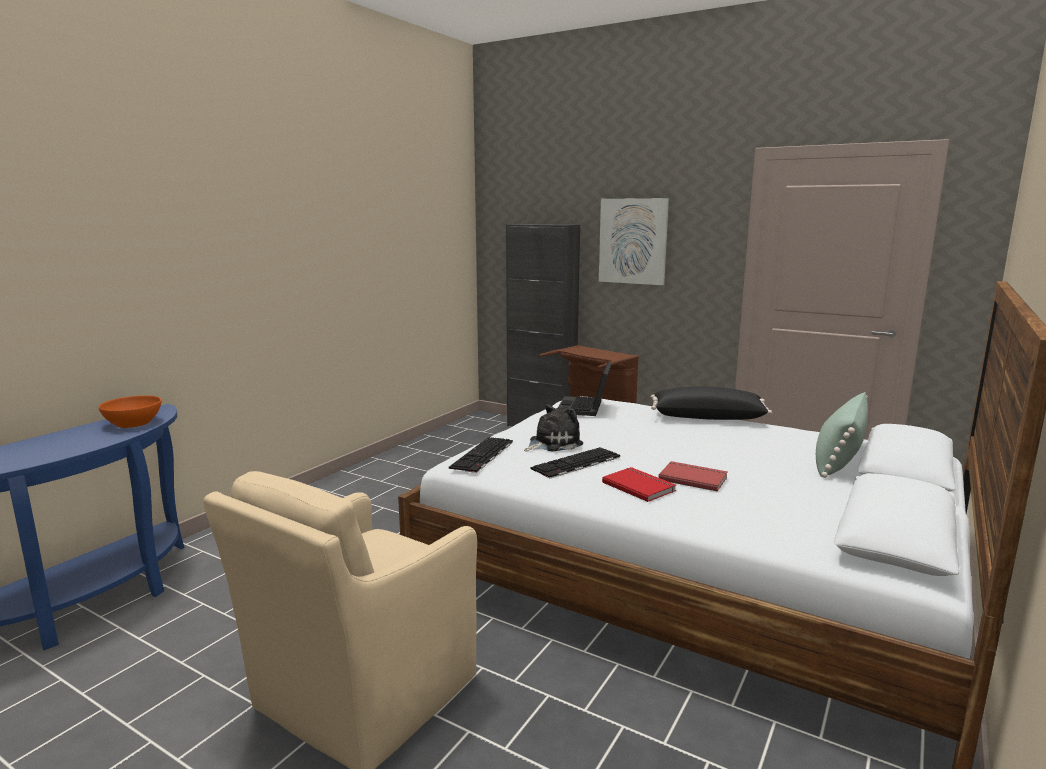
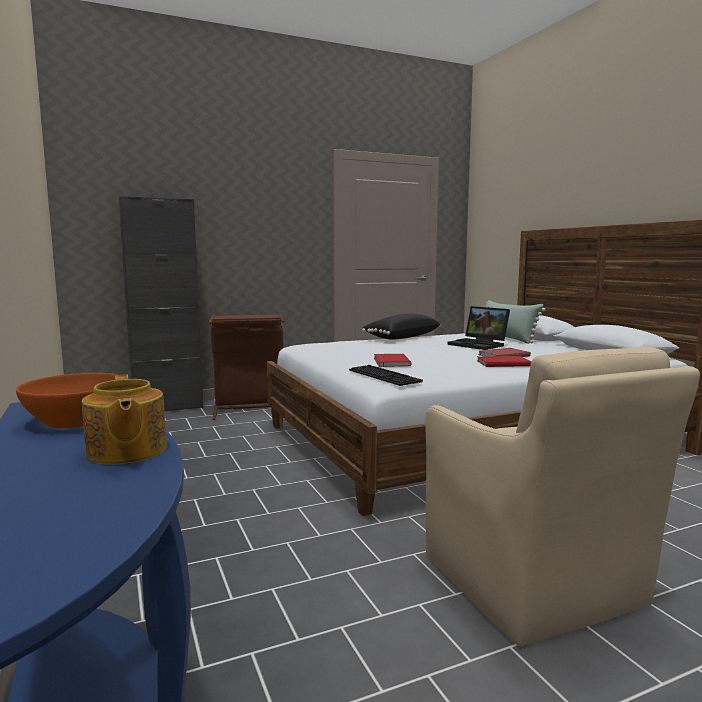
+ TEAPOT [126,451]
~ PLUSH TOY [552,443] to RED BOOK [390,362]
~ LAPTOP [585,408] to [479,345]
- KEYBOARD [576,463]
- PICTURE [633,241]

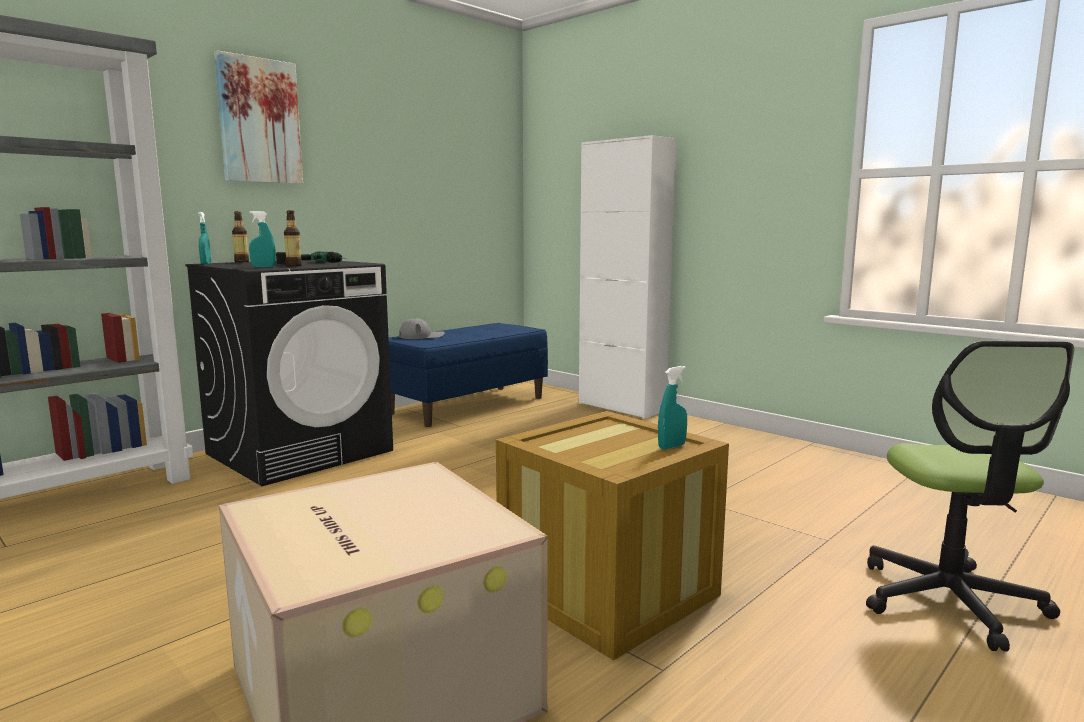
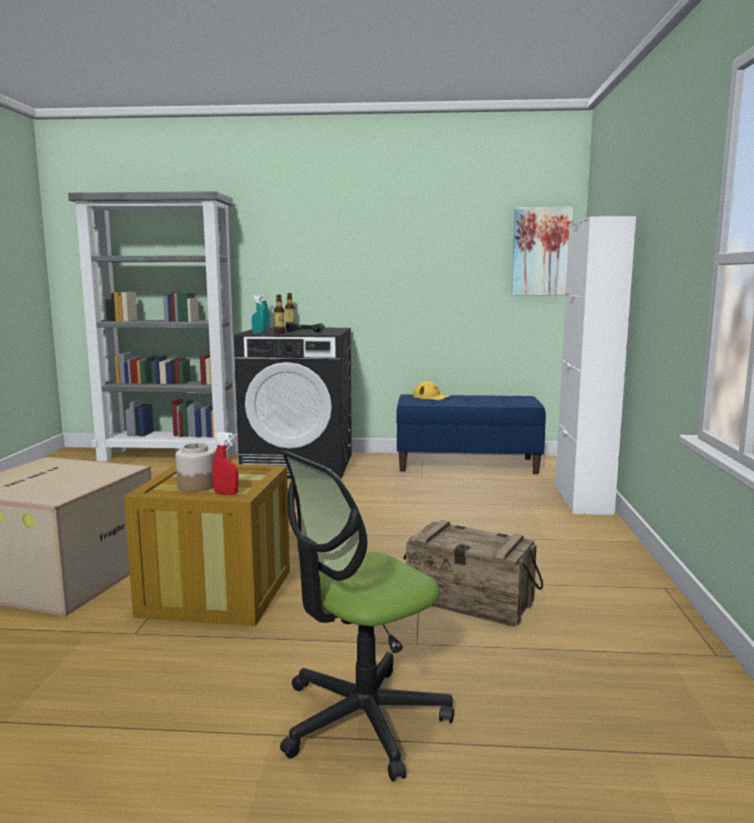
+ JAR [197,486]
~ TURQUOISE SPRAY BOTTLE [671,446] to RED SPRAY BOTTLE [226,493]
+ CRATE [470,601]
~ GREY CAP [421,336] to YELLOW CAP [431,397]
~ PICTURE [259,121] to [541,251]

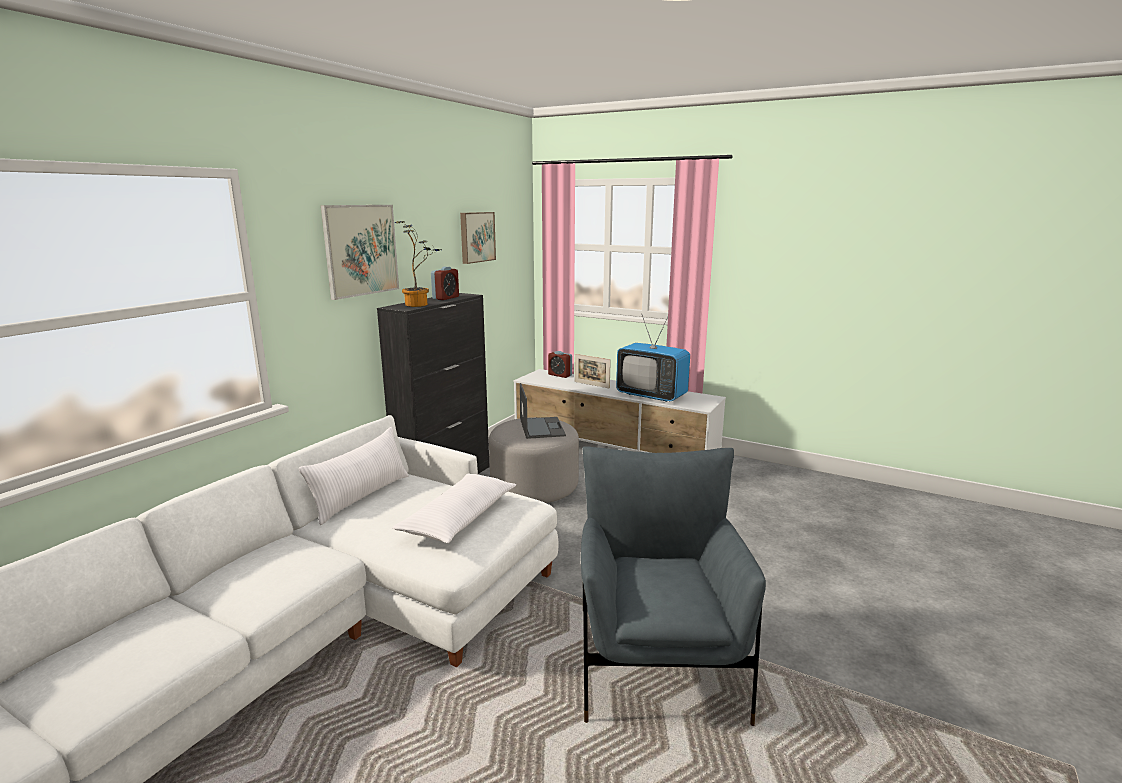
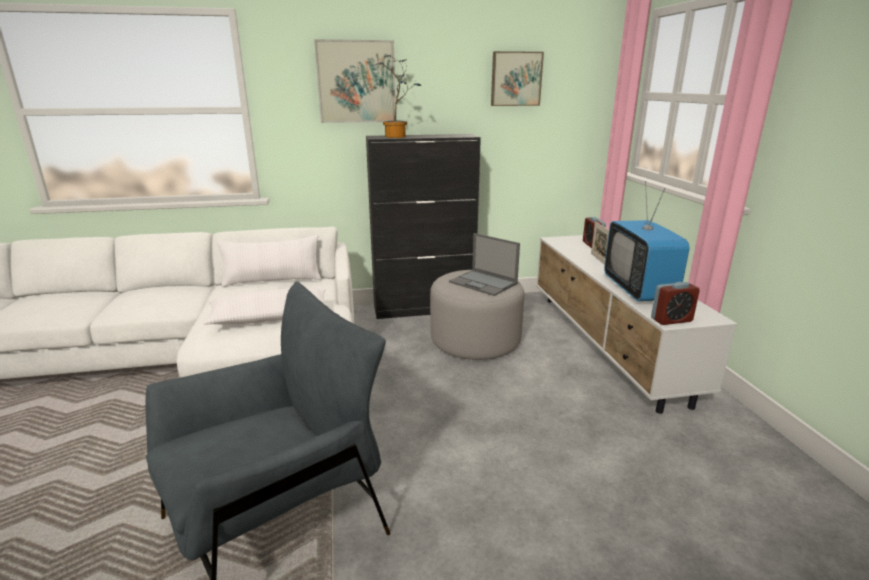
~ LAPTOP [541,427] = [484,283] 90 degrees clockwise
~ ALARM CLOCK [446,298] to [671,320]

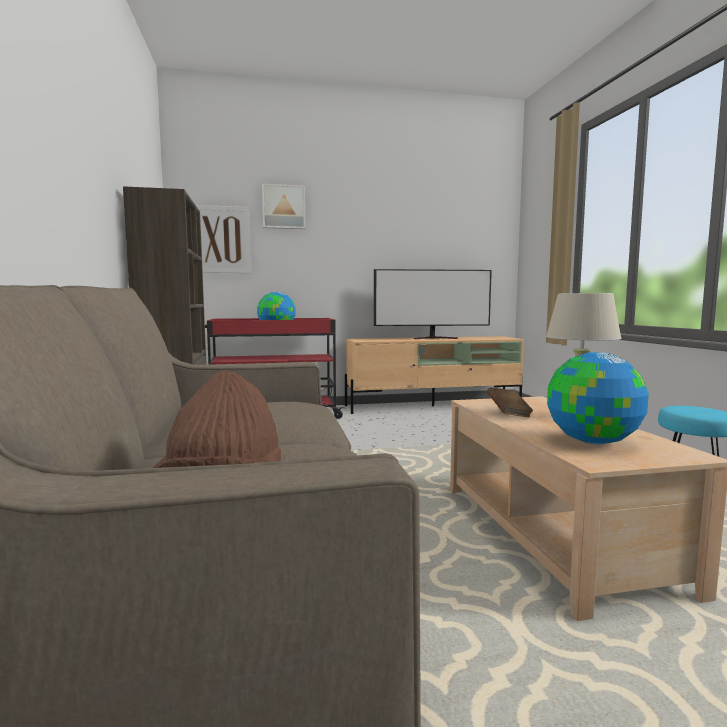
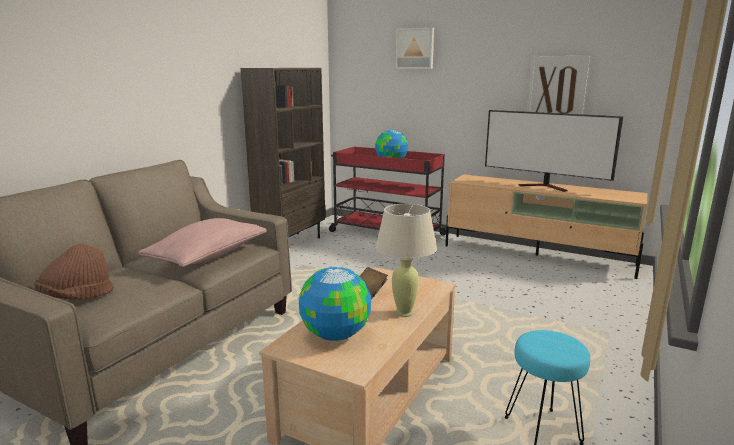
+ PINK PILLOW [208,257]
~ PICTURE [222,239] to [556,90]

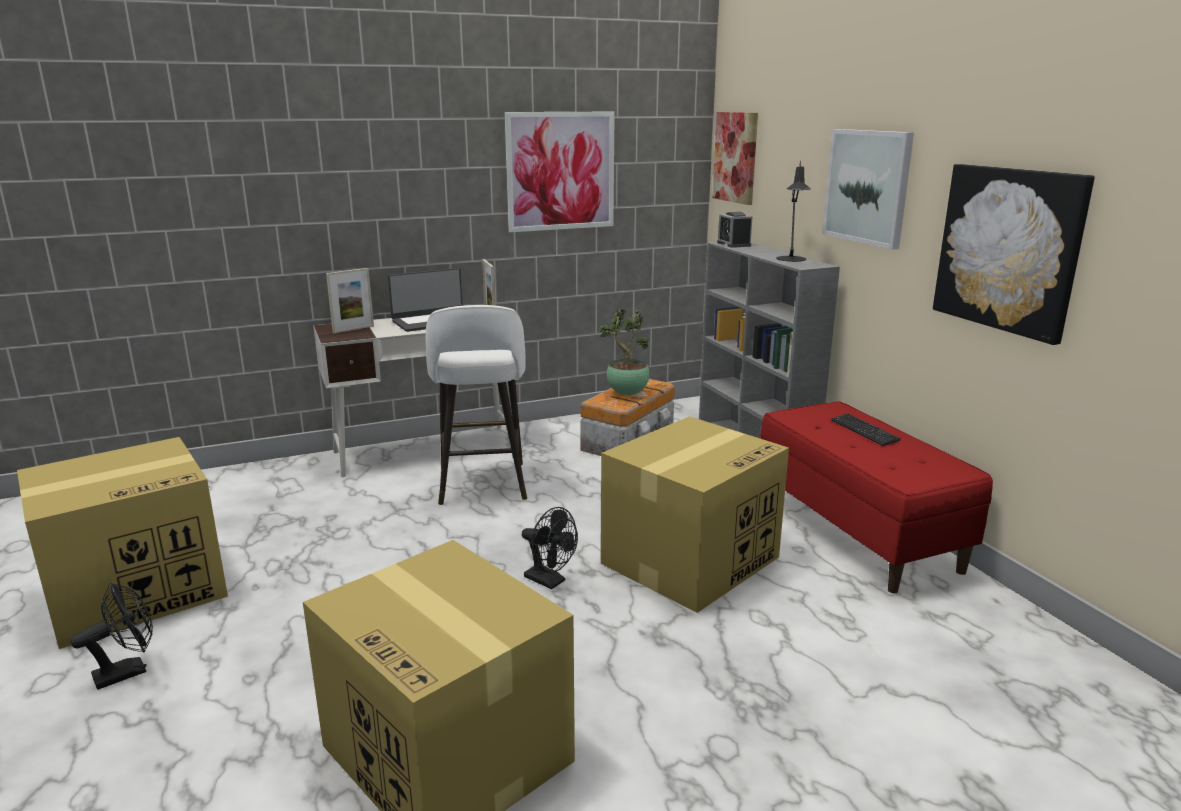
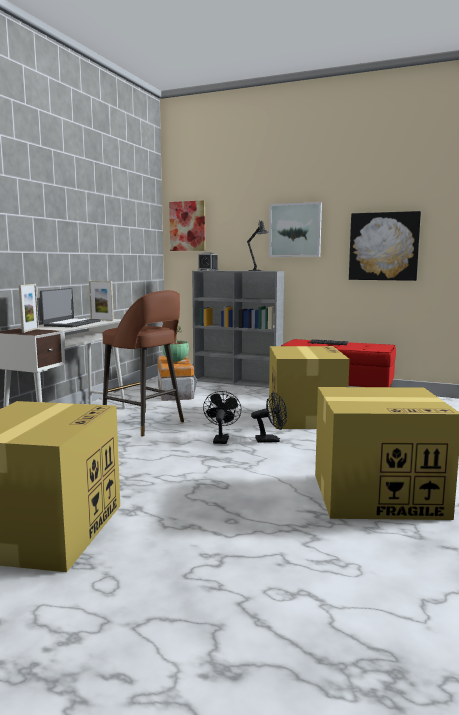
~ WHITE STOOL [482,485] to BROWN STOOL [145,424]
~ BLACK FAN [128,671] to [221,439]
- PICTURE [560,171]

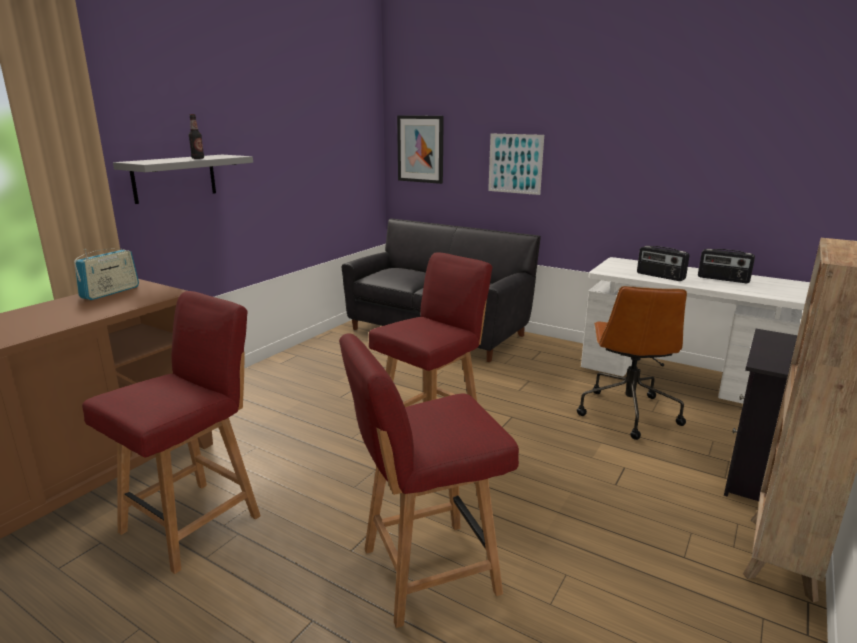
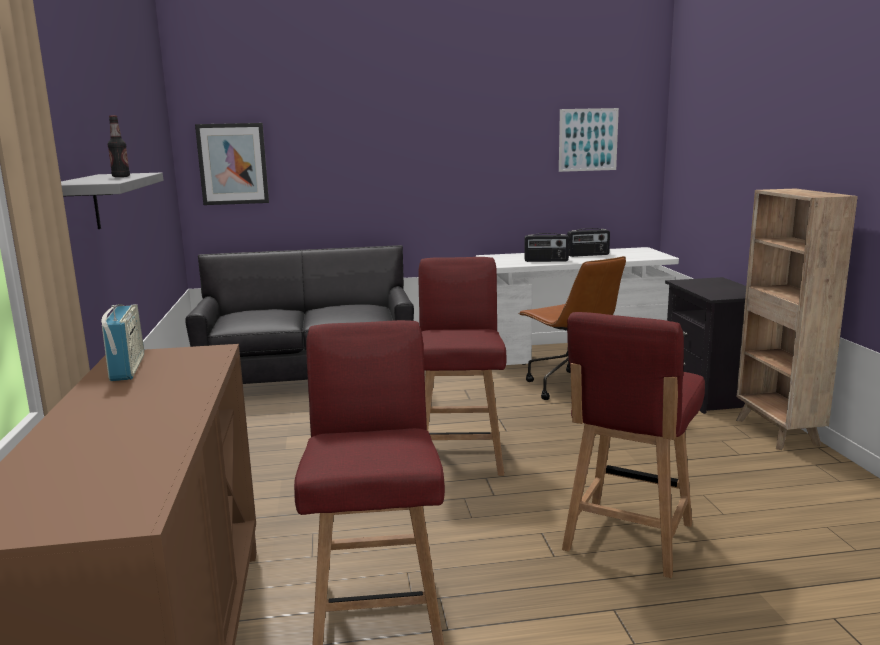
~ PICTURE [515,163] to [588,140]

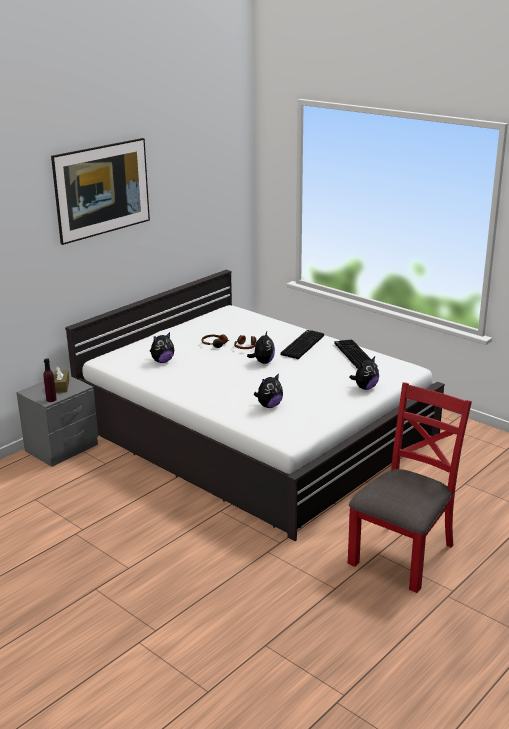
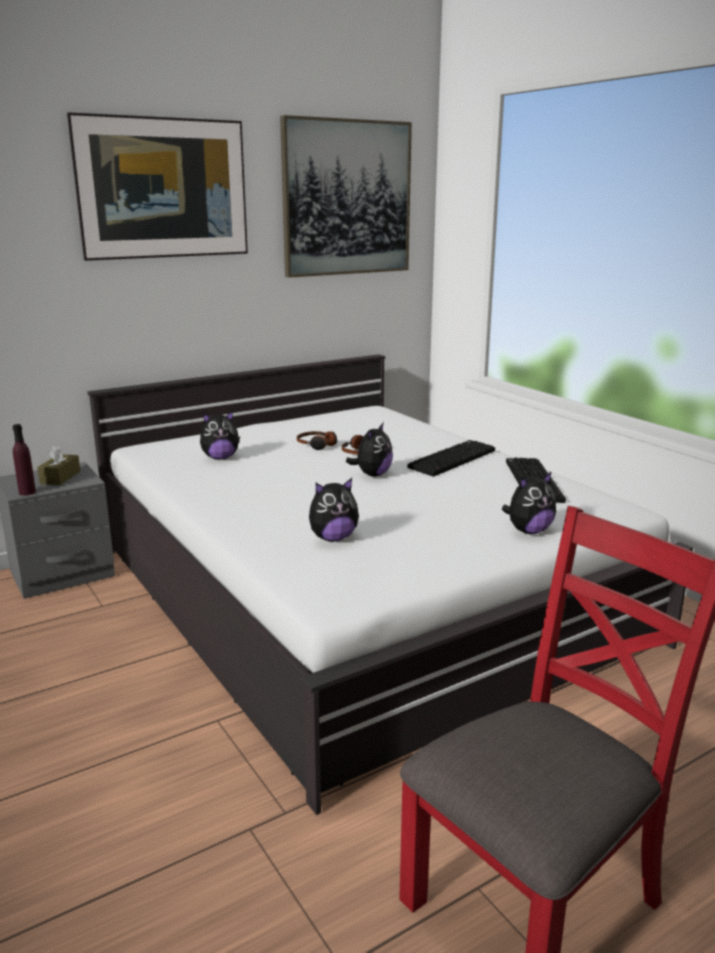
+ PICTURE [347,198]

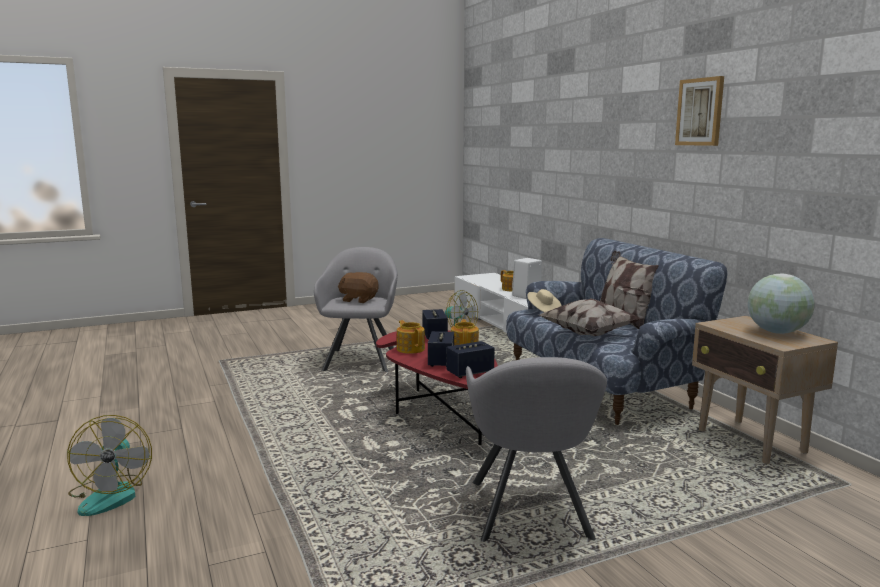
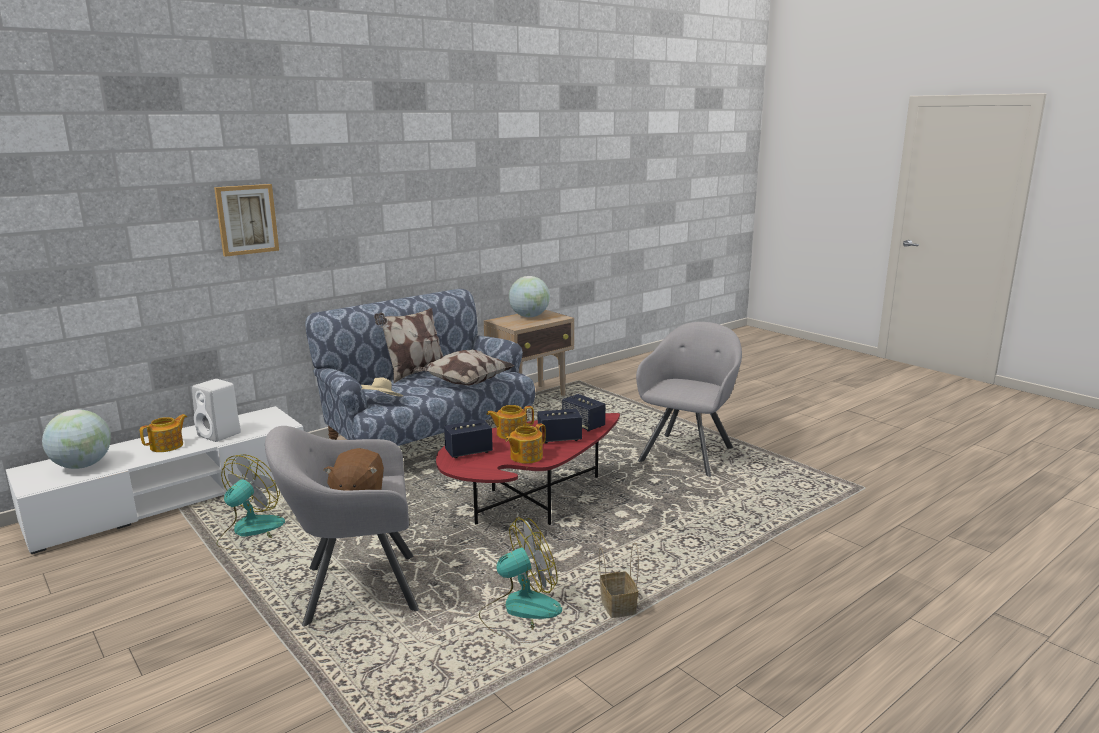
+ GLOBE [82,466]
~ PICTURE [700,112] to [246,219]
~ FAN [112,494] to [519,611]
+ BASKET [616,606]
~ GREY ARMCHAIR [530,513] = [688,453] 45 degrees counterclockwise

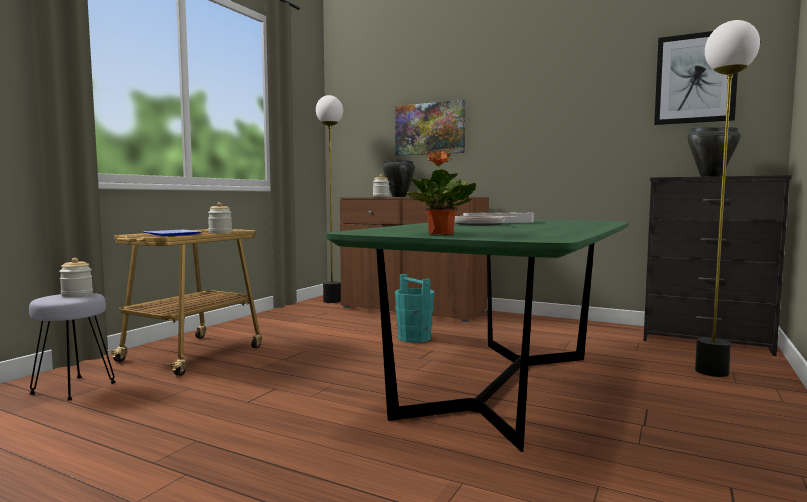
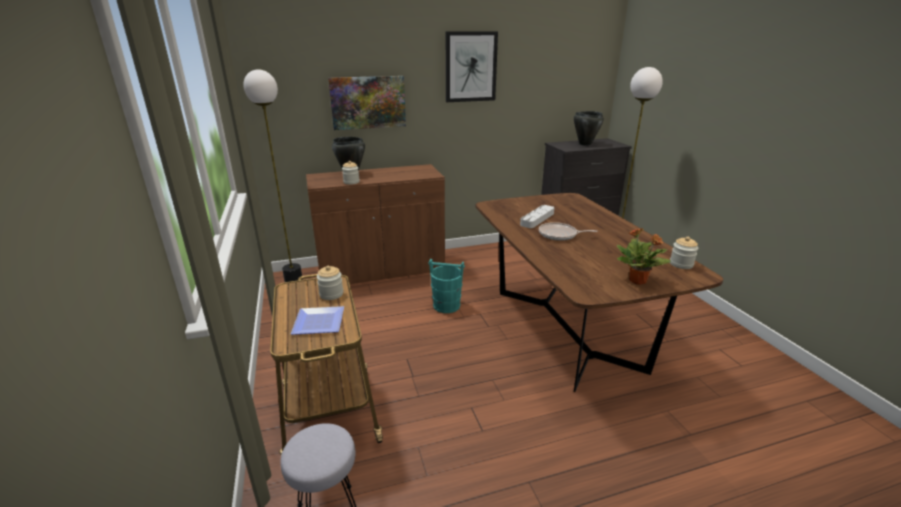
~ PICTURE [695,78] to [470,67]
~ GREEN DINING TABLE [501,385] to BROWN DINING TABLE [565,329]
~ JAR [77,294] to [681,264]

